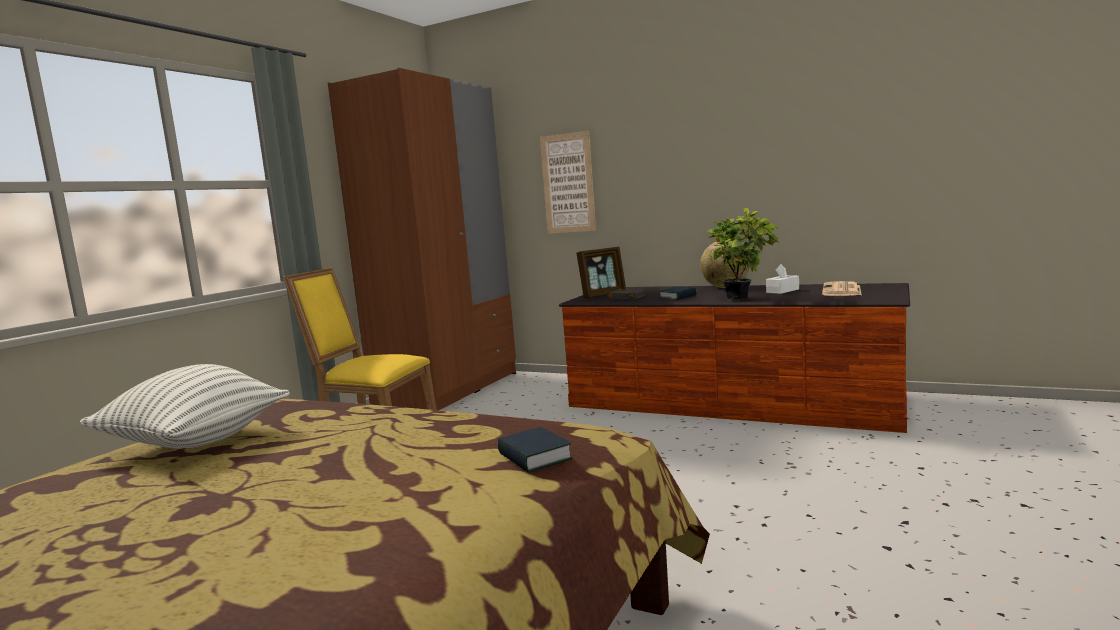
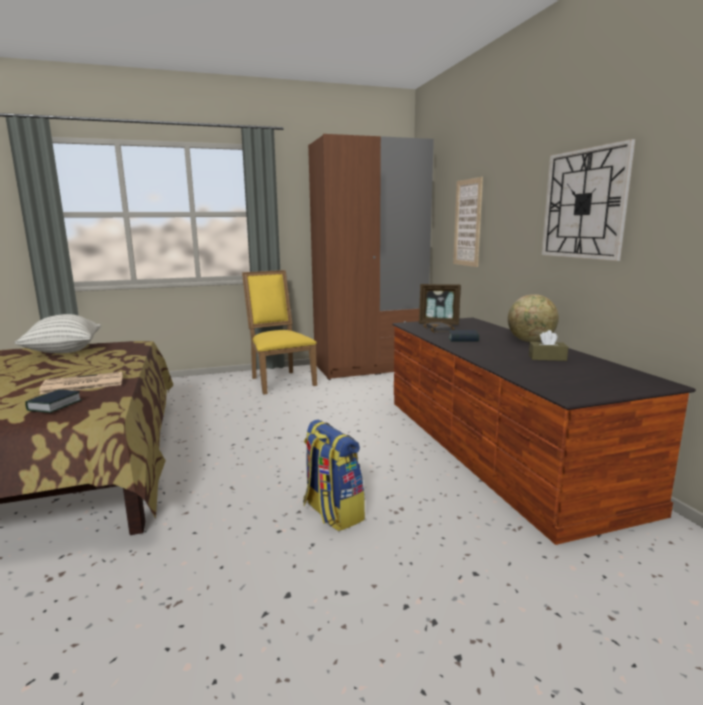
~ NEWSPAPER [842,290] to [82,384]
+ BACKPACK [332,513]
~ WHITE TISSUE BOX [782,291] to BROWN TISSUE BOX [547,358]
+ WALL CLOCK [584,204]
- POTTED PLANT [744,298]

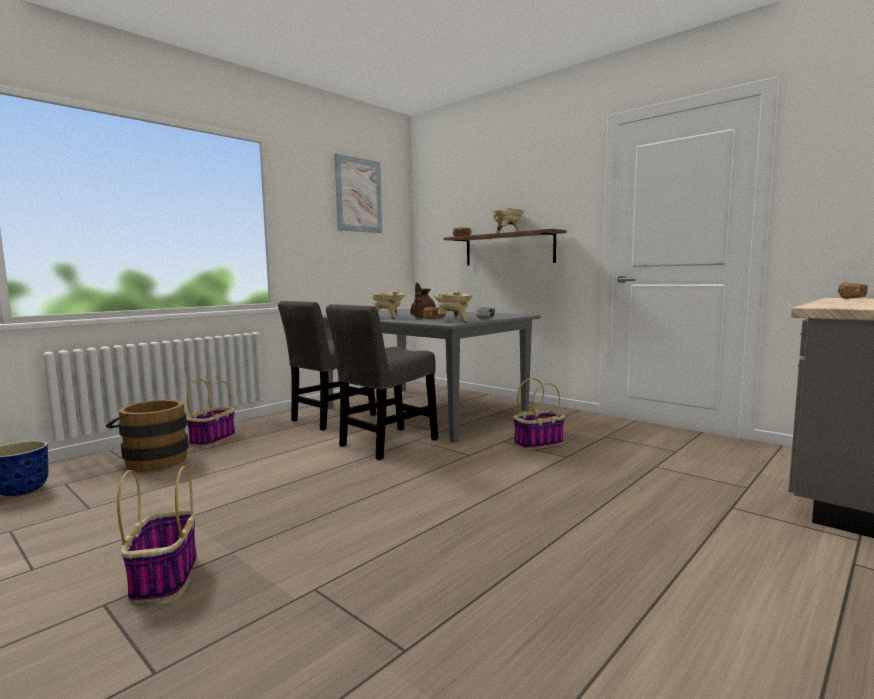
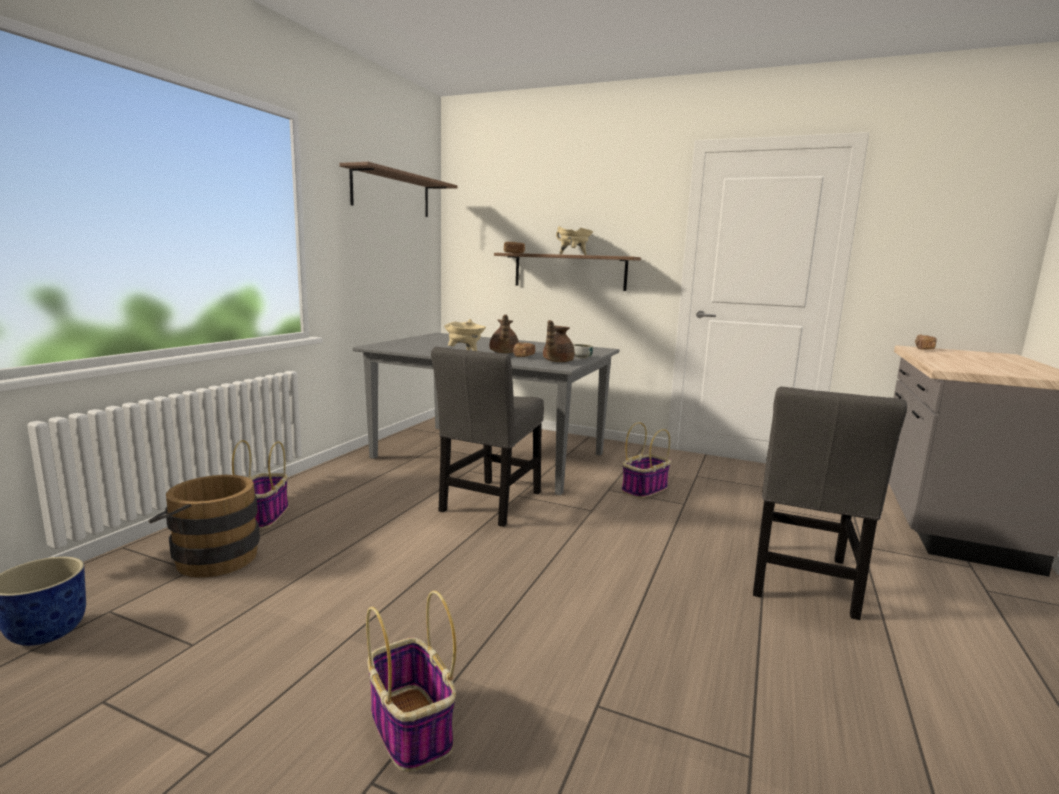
~ PICTURE [358,195] to SHELF [392,193]
~ BEIGE COOKING POT [454,321] to BROWN TEAPOT [557,361]
~ GREY CHAIR [330,419] to [802,581]

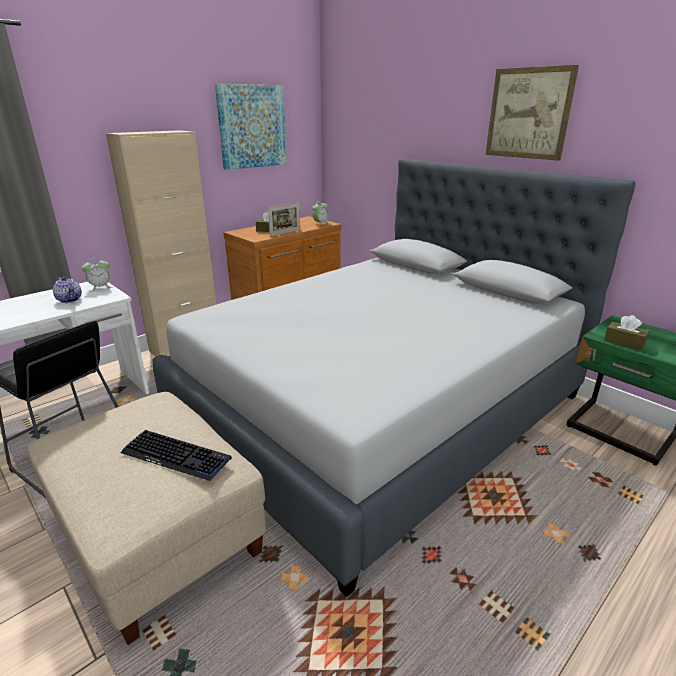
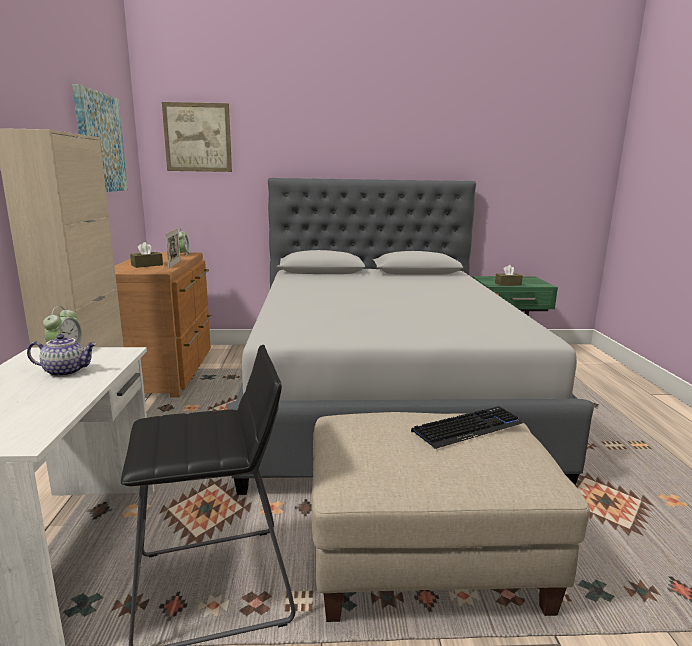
~ PICTURE [528,113] to [197,137]

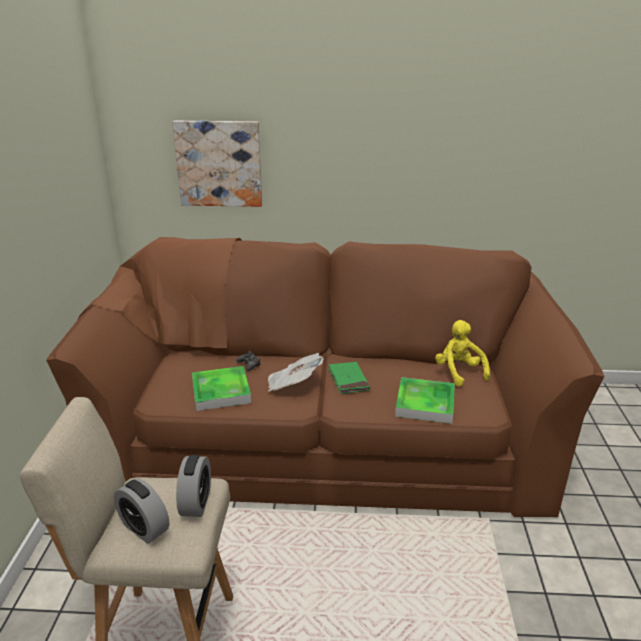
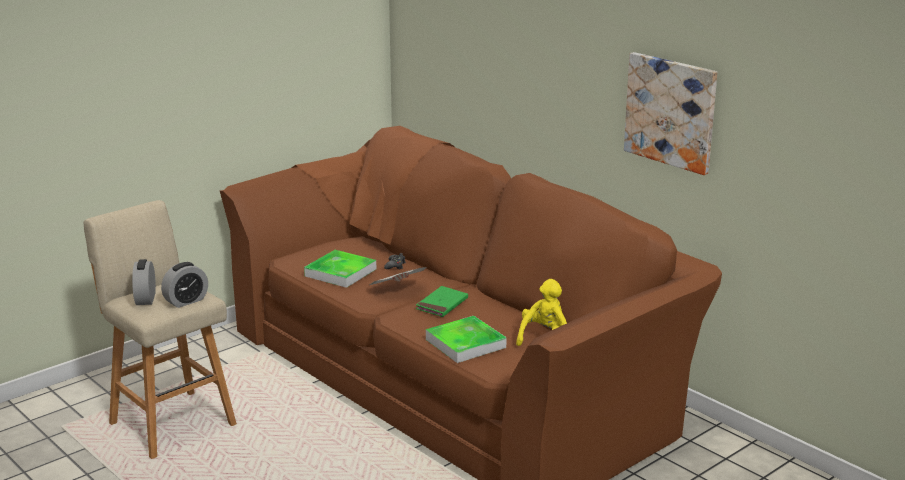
~ PICTURE [219,163] to [671,112]

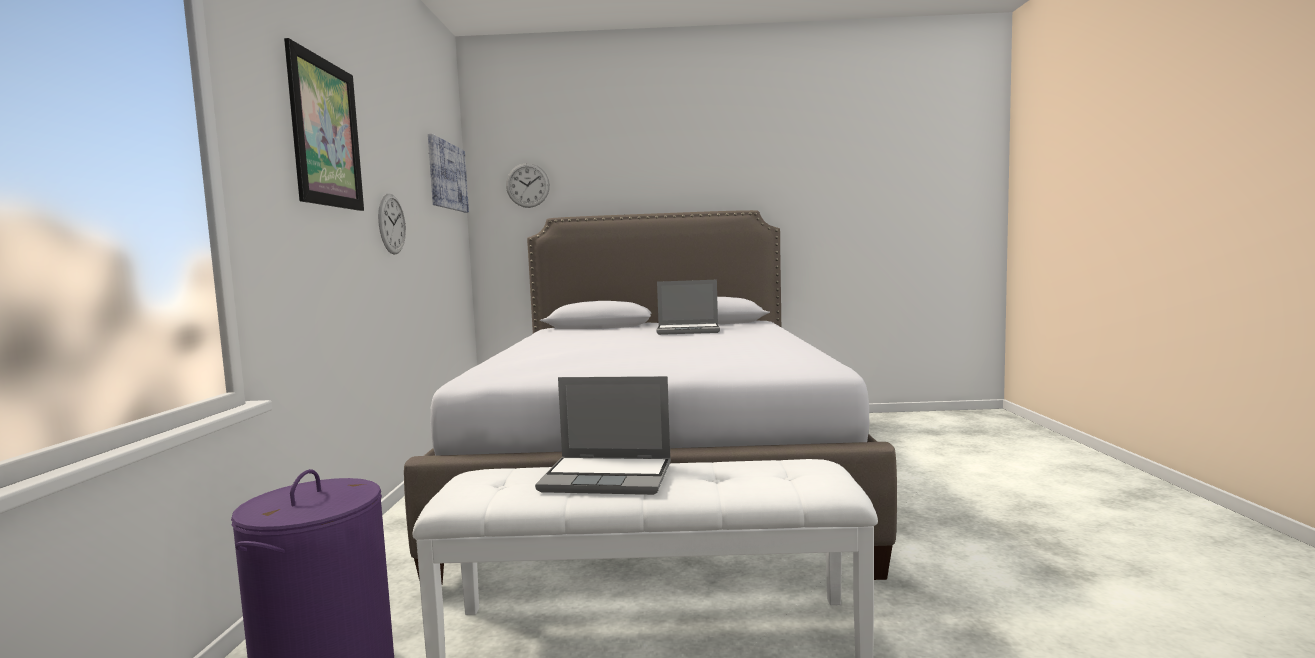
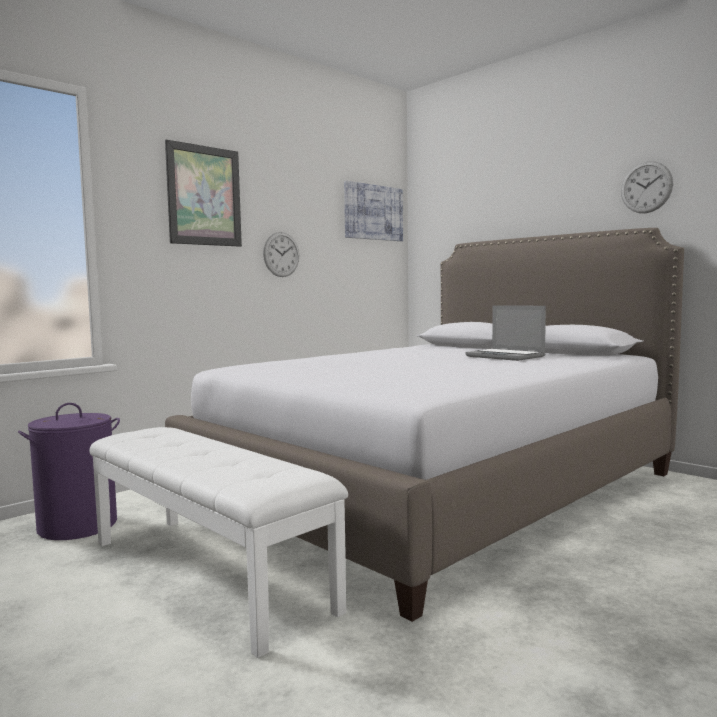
~ WALL CLOCK [527,185] to [646,187]
- LAPTOP [609,477]

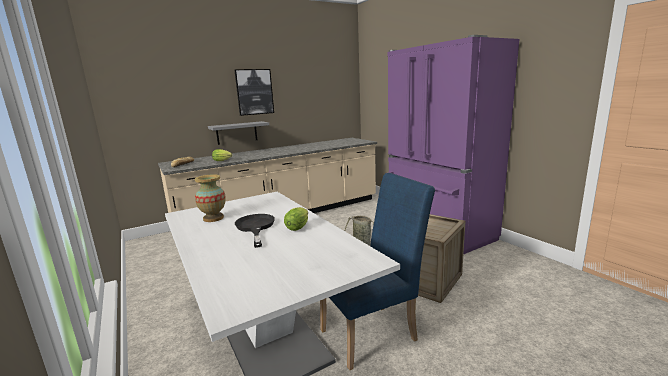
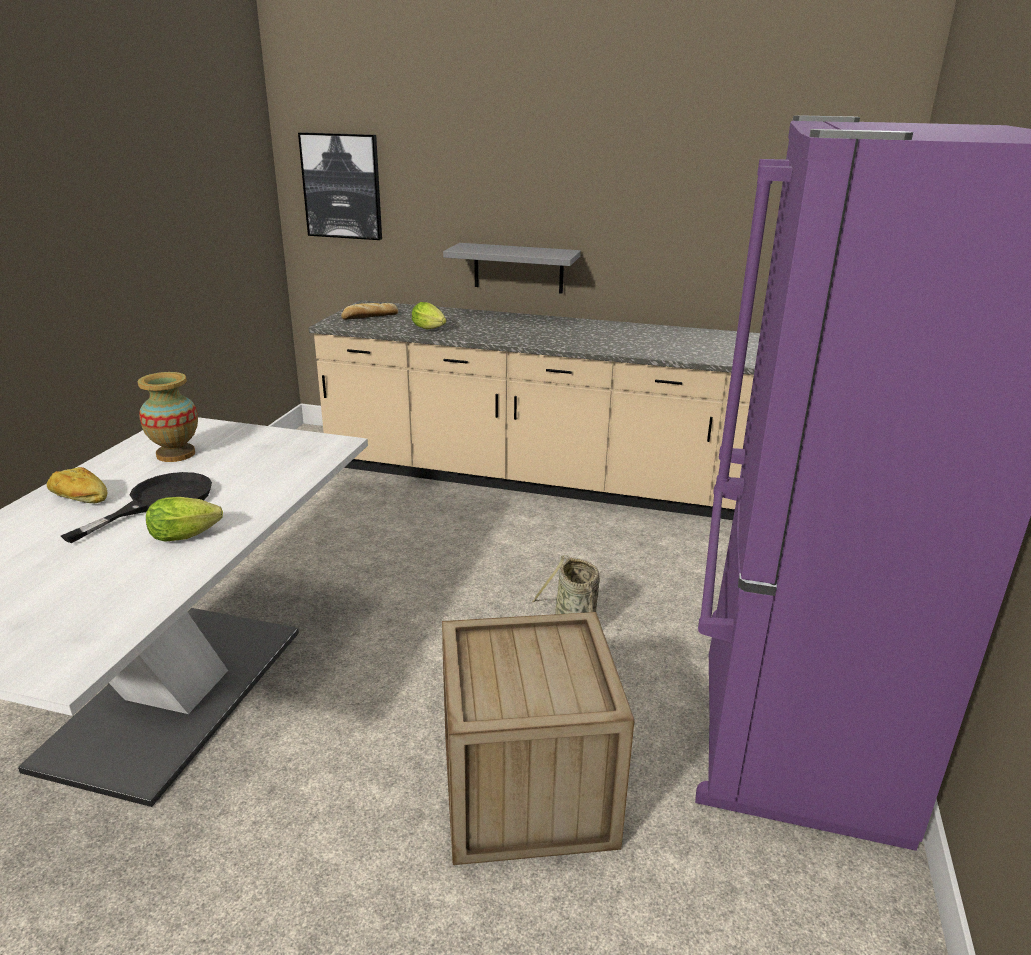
+ BREAD [79,498]
~ PICTURE [254,92] to [342,186]
- BLUE CHAIR [374,332]

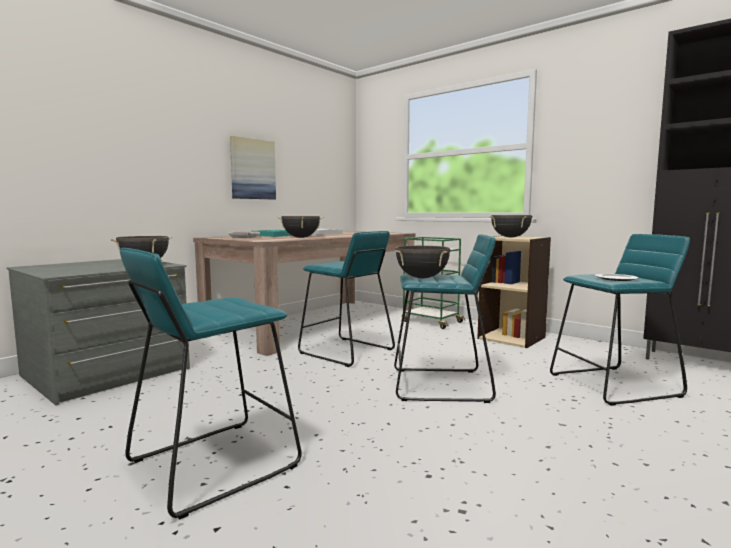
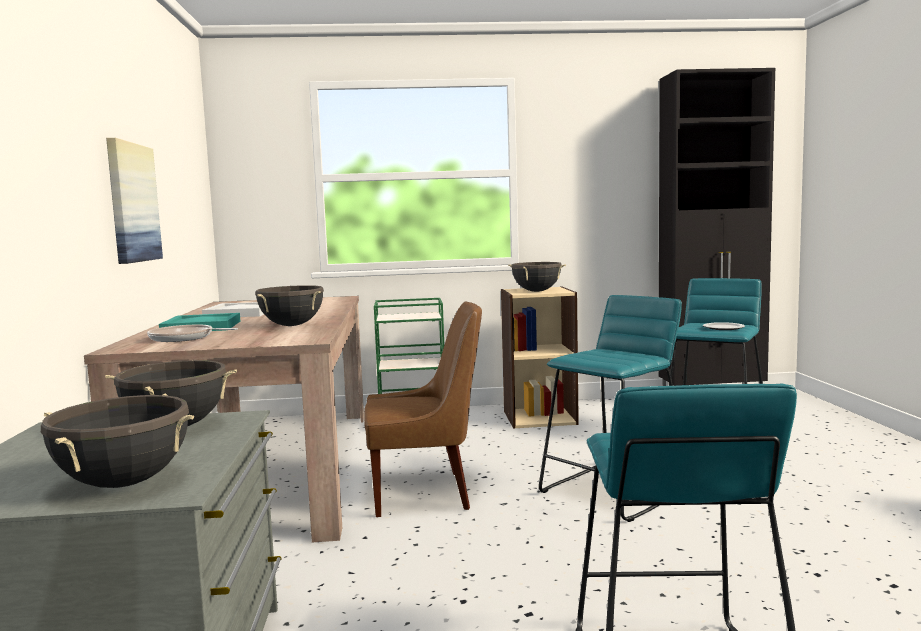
~ BLACK COOKING POT [422,278] to [124,483]
~ TURQUOISE STOOL [345,352] to BROWN CHAIR [425,493]

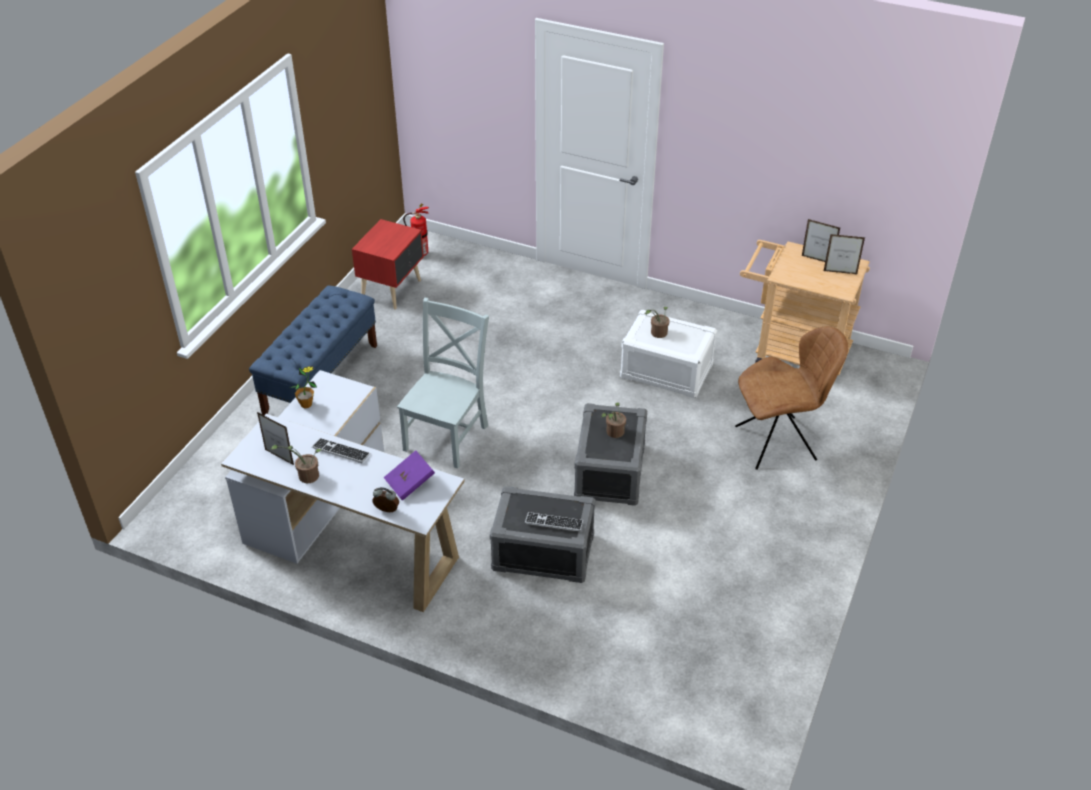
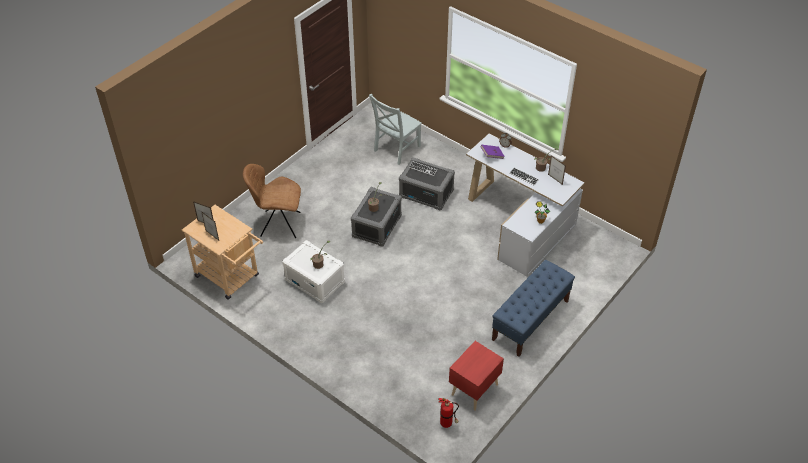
~ GREY CHAIR [448,435] to [395,149]

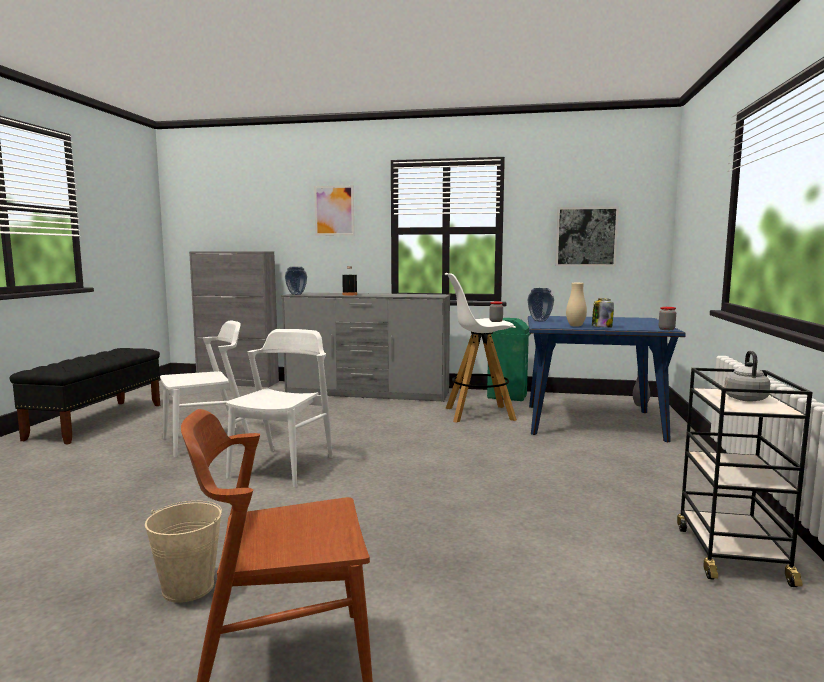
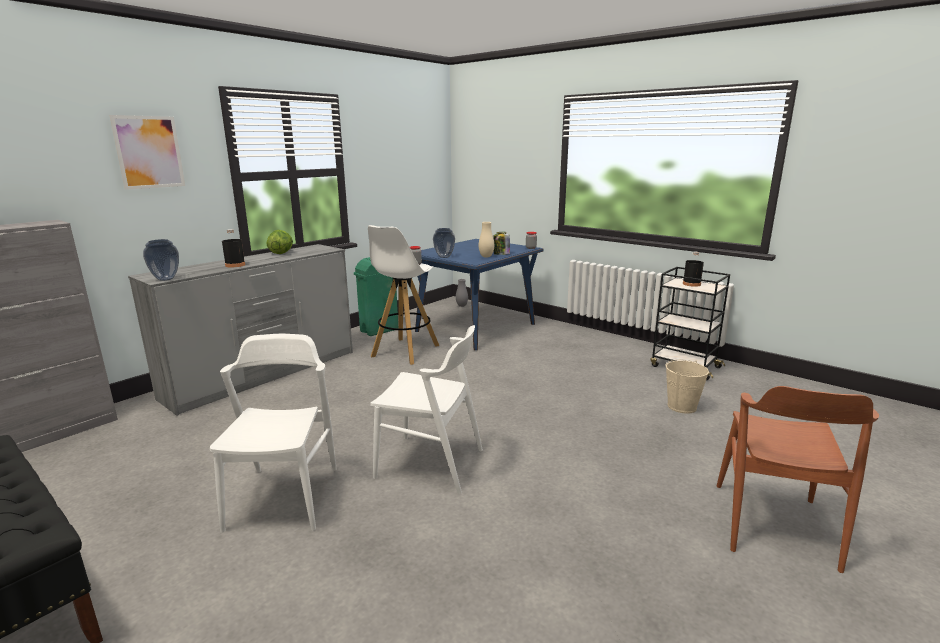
+ LETTUCE [281,253]
~ WHITE CHAIR [282,466] = [430,463] 150 degrees clockwise
~ BEIGE BUCKET [188,588] to [682,407]
~ GREY KETTLE [745,398] to BLACK BOTTLE [691,284]
- PICTURE [586,236]

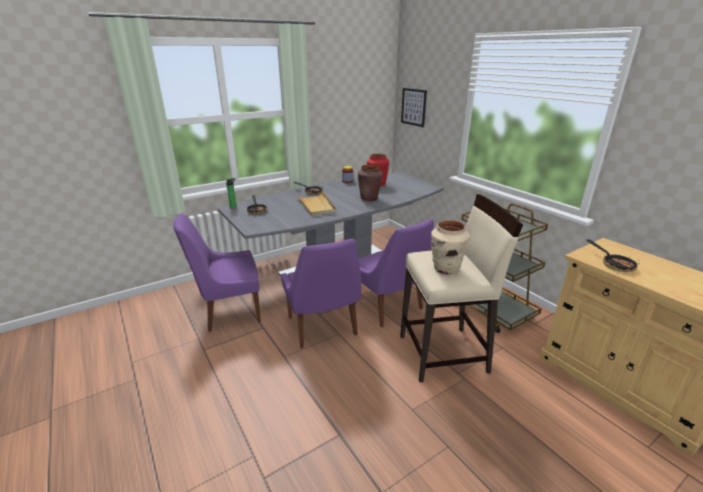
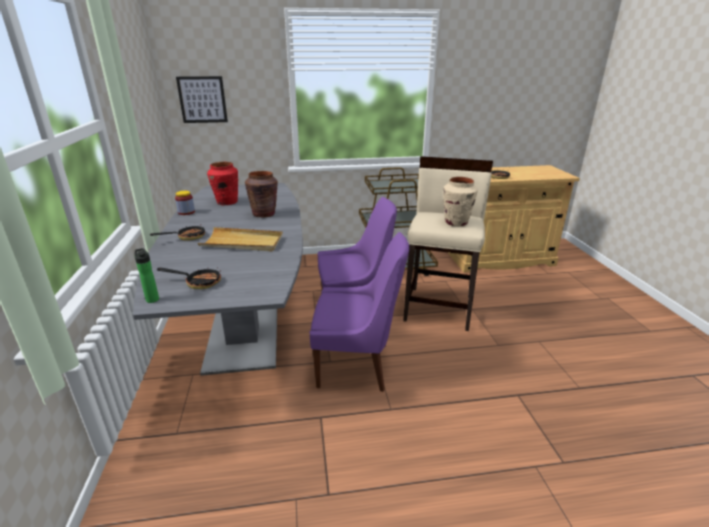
- PURPLE CHAIR [229,311]

